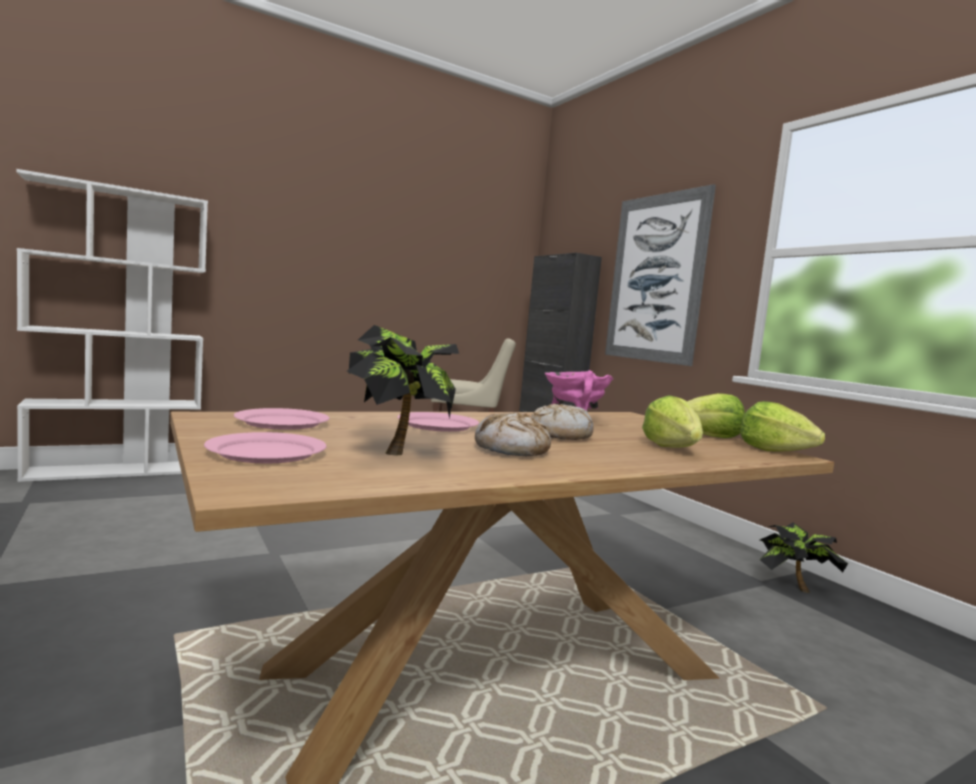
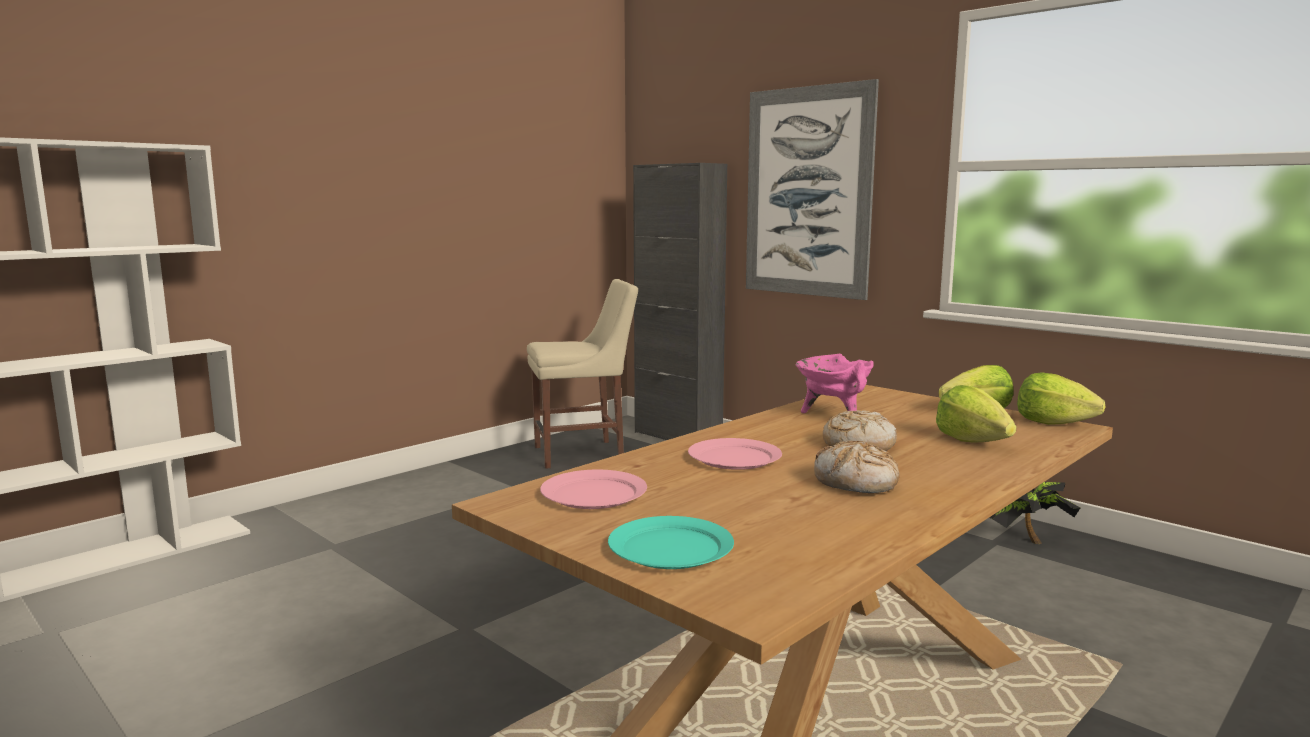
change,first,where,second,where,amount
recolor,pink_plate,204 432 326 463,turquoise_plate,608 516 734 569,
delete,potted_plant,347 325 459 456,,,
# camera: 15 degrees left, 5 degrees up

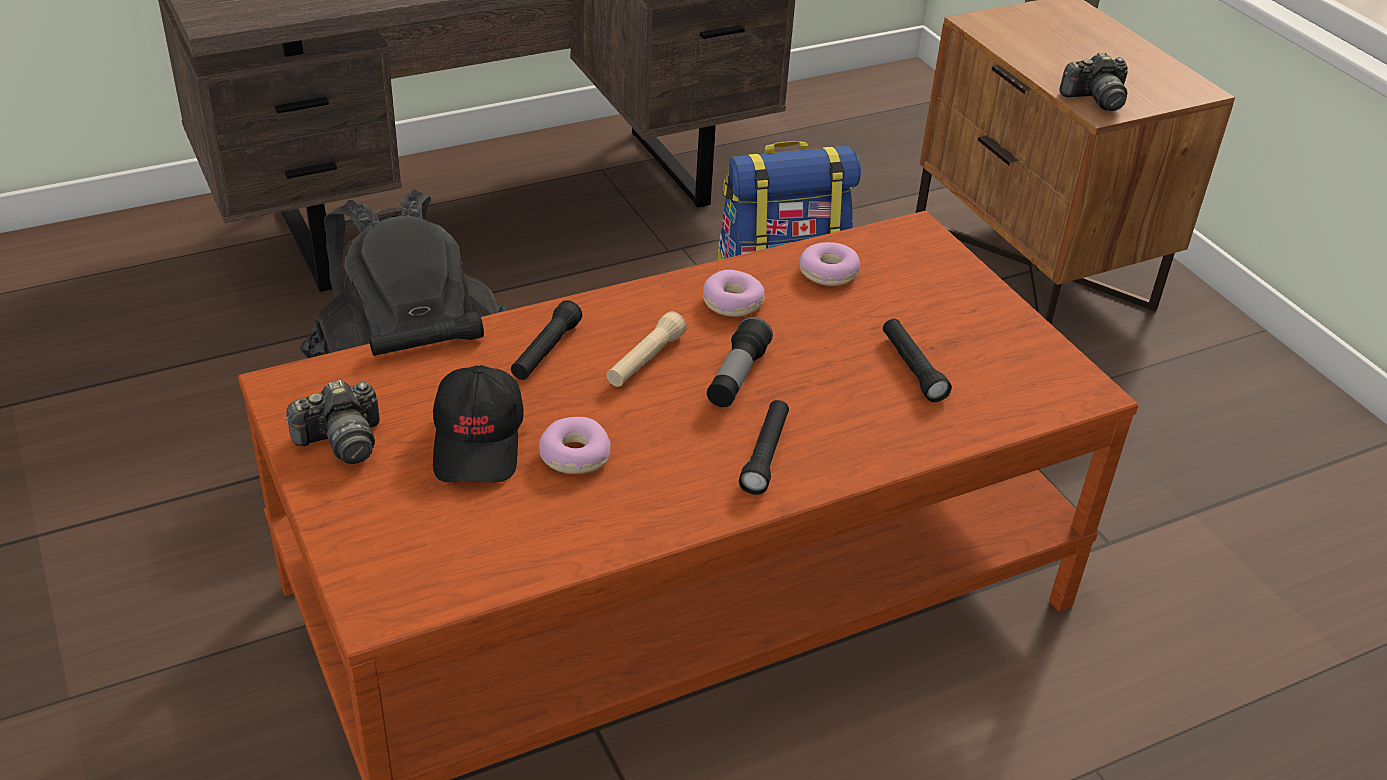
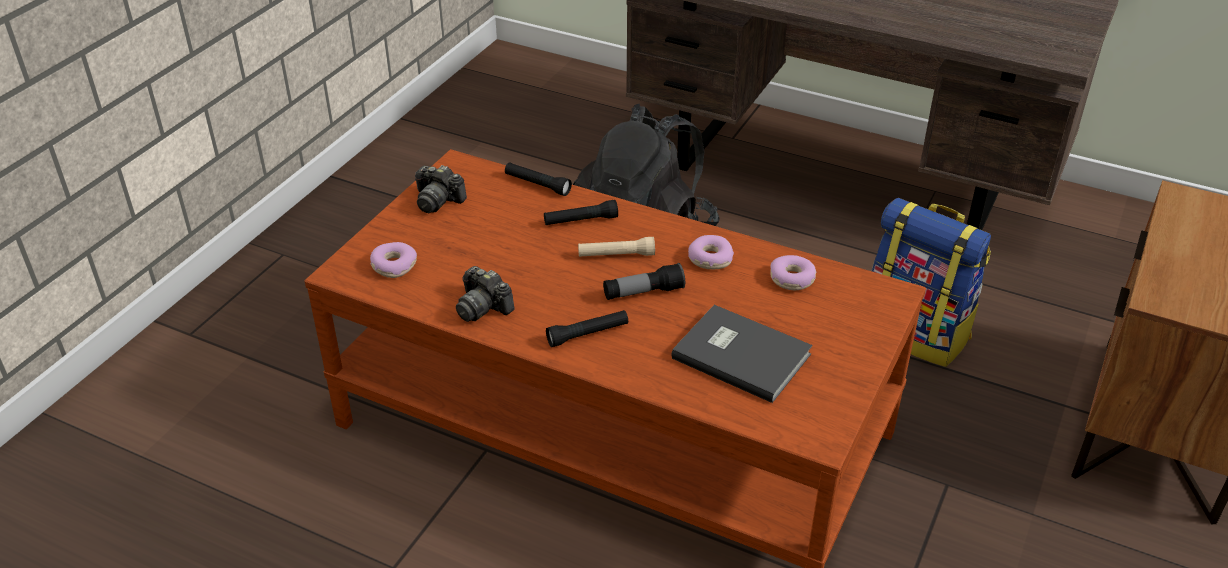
change,first,where,second,where,amount
delete,black_cap,433 365 524 482,,,
move,donut,539 417 611 474,,370 242 417 278,
replace,black_flashlight,883 319 952 402,grey_book,671 305 812 403,
move,photo_camera,1060 52 1128 111,,456 266 515 322,
# camera: 55 degrees right, 0 degrees up

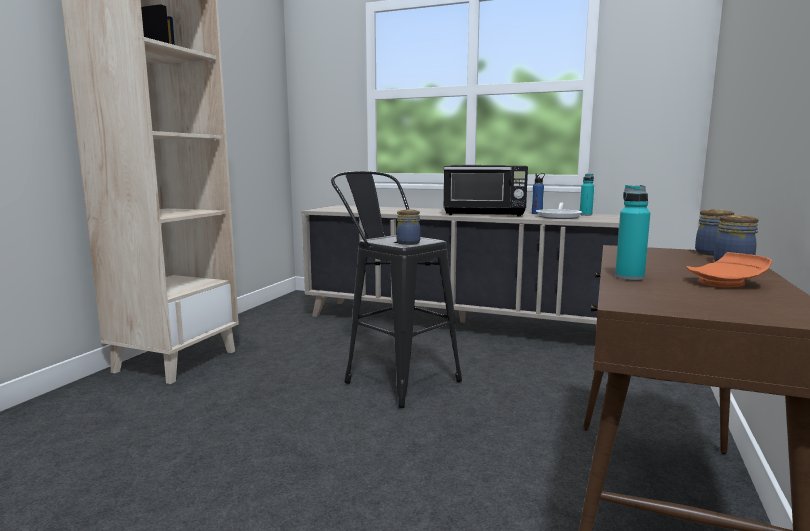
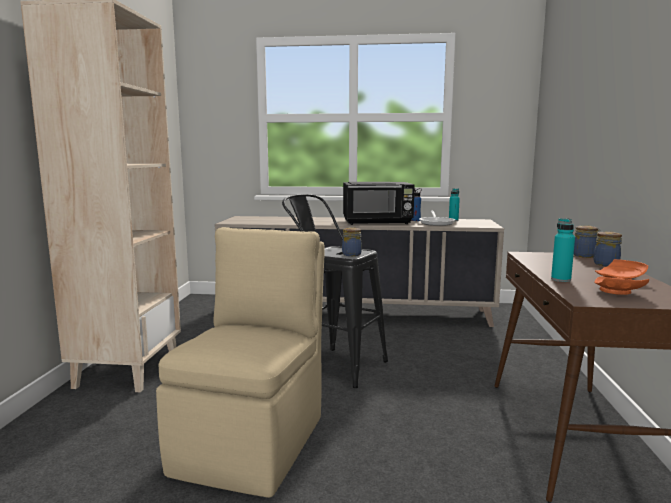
change,first,where,second,where,amount
insert,,,beige_chair,156 227 325 498,
insert,,,orange_plate,594 276 649 295,
# camera: 15 degrees left, 0 degrees up

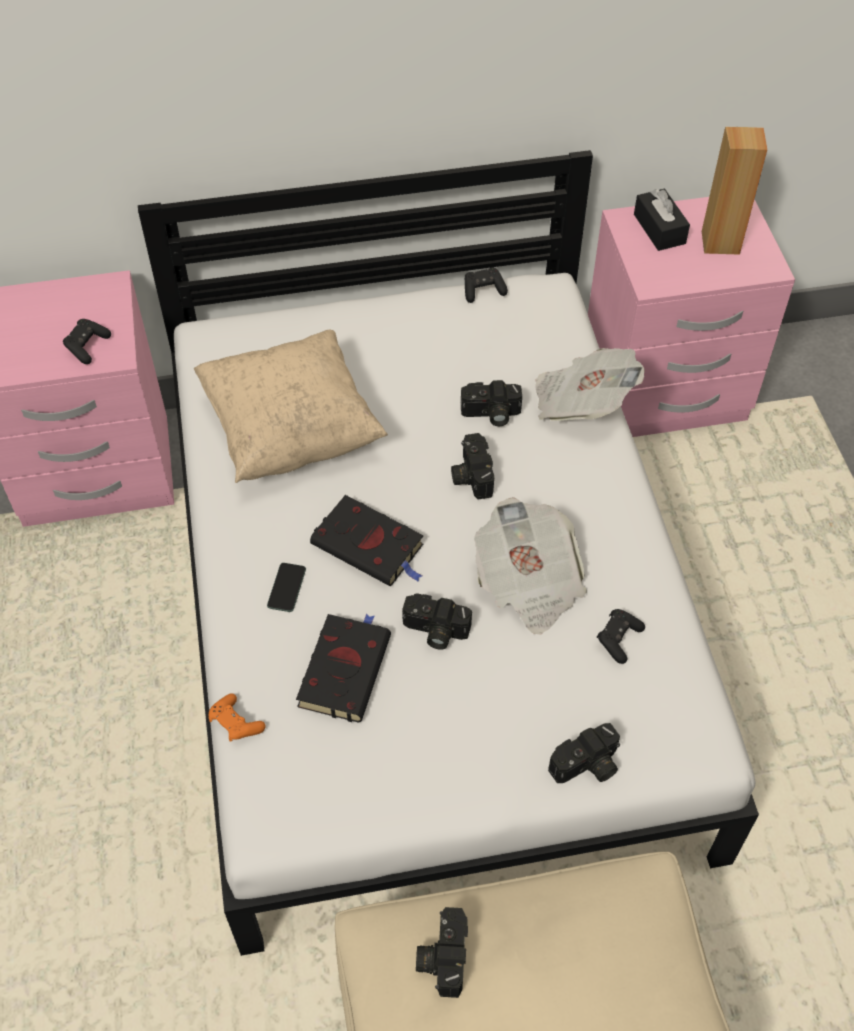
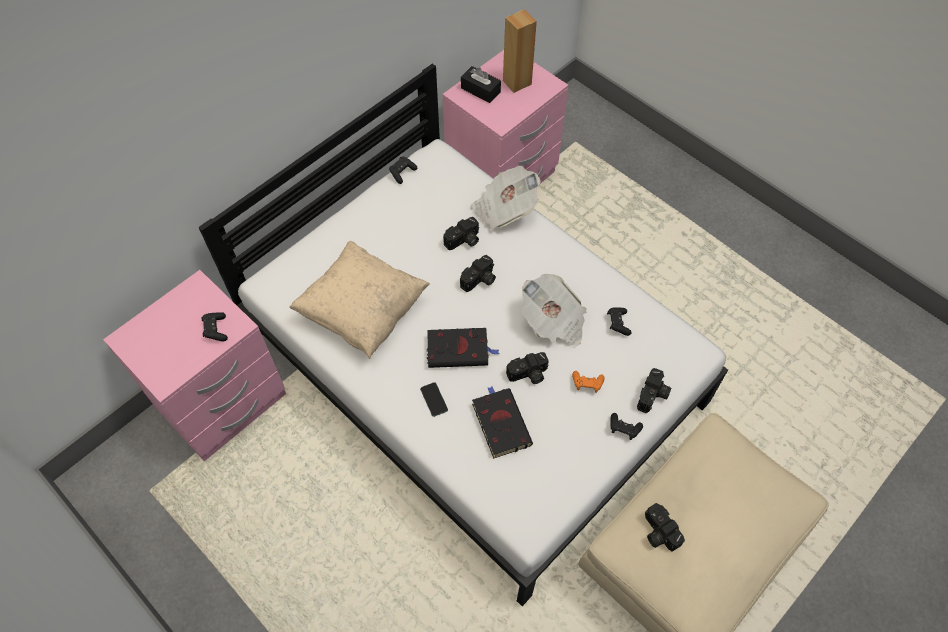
change,first,where,second,where,amount
move,orange_game_controller,209 693 266 742,,572 371 605 393,
rotate,photo_camera,451 433 494 500,,460 255 496 292,90 degrees counterclockwise
insert,,,black_game_controller,610 413 643 440,
# camera: 35 degrees left, 5 degrees up

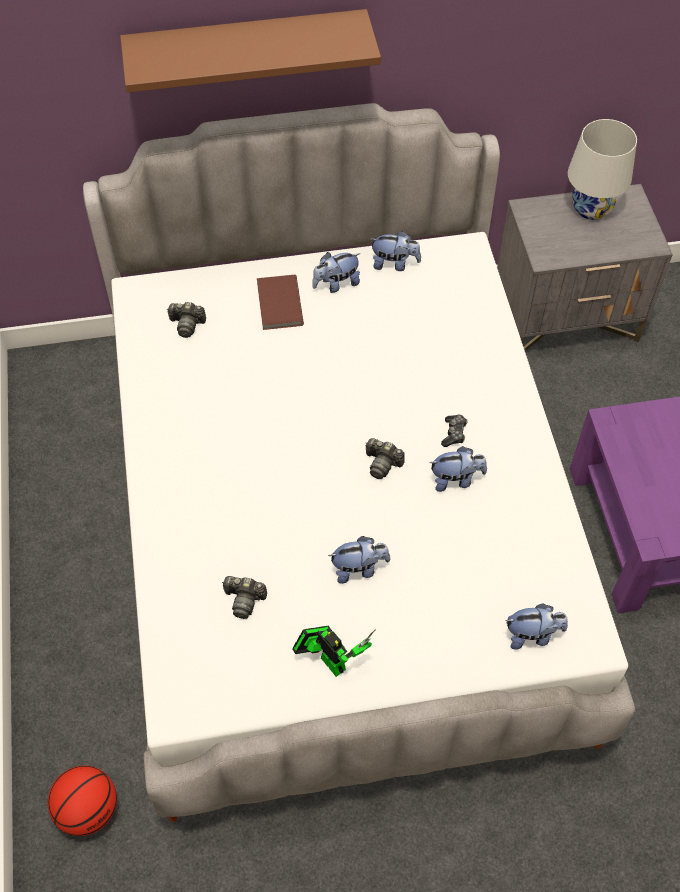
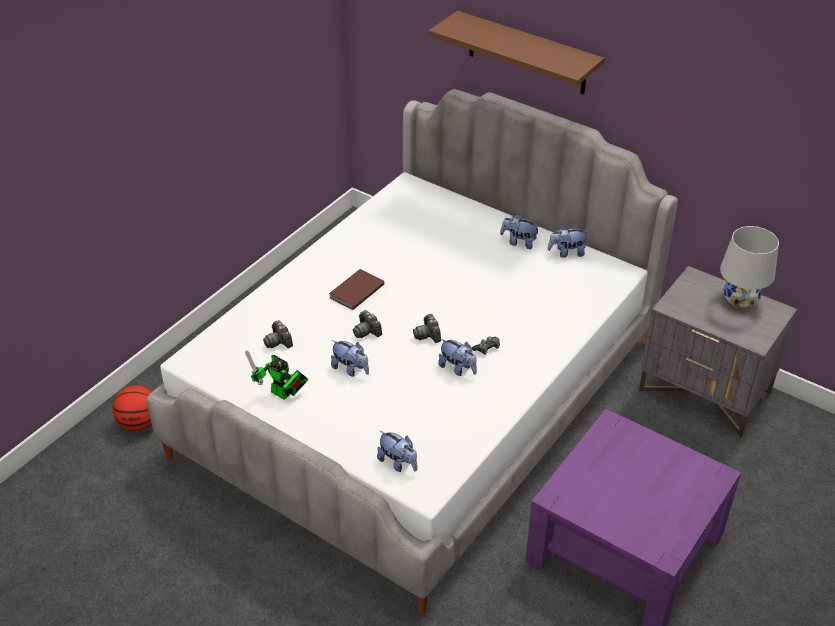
change,first,where,second,where,amount
move,photo_camera,167 302 206 338,,353 310 382 338,
move,brown_book,257 275 304 330,,329 269 384 310,
rotate,toy_robot,292 625 375 677,,246 351 308 400,120 degrees clockwise
rotate,plush_toy,370 231 421 271,,548 225 588 258,120 degrees clockwise
# camera: 45 degrees right, 15 degrees down

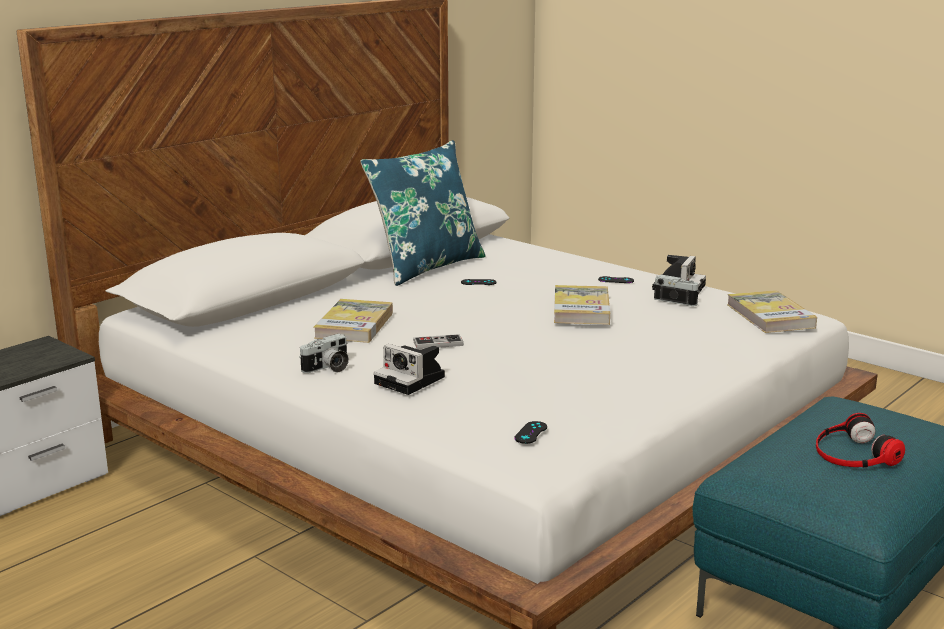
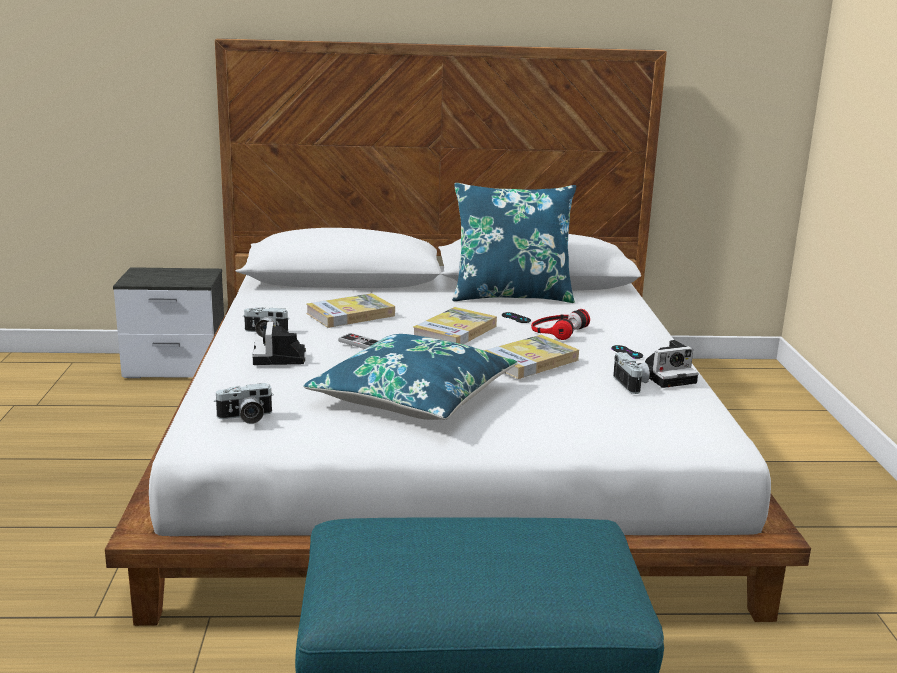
change,first,where,second,where,amount
replace,black_game_controller,514 421 547 444,photo_camera,214 383 274 424,
move,book,727 290 817 333,,413 307 497 344,
move,headphones,816 413 905 468,,531 309 590 340,
insert,,,blue_pillow,303 334 517 420,
# camera: 45 degrees right, 0 degrees up

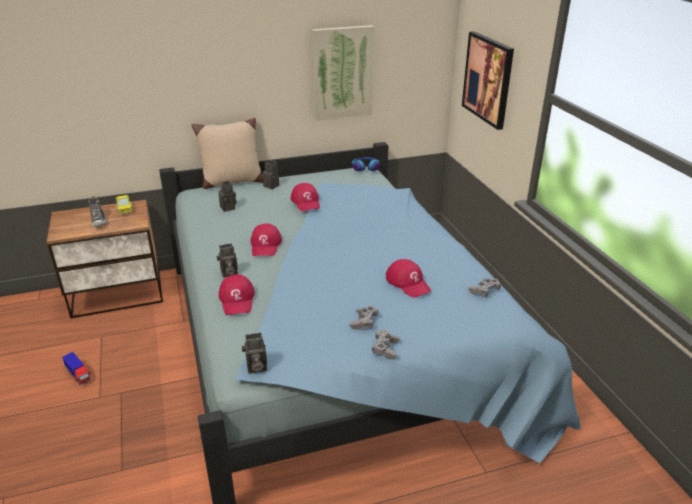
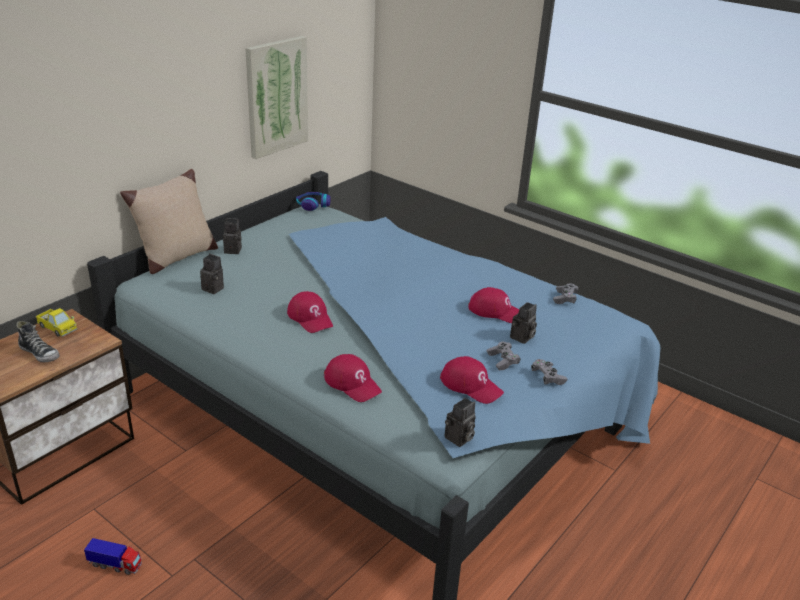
change,first,where,second,where,amount
move,photo_camera,217 243 238 278,,510 302 537 344,
move,red_cap,291 183 320 211,,440 356 504 404,
delete,picture,462 31 514 130,,,
# camera: 35 degrees left, 0 degrees up

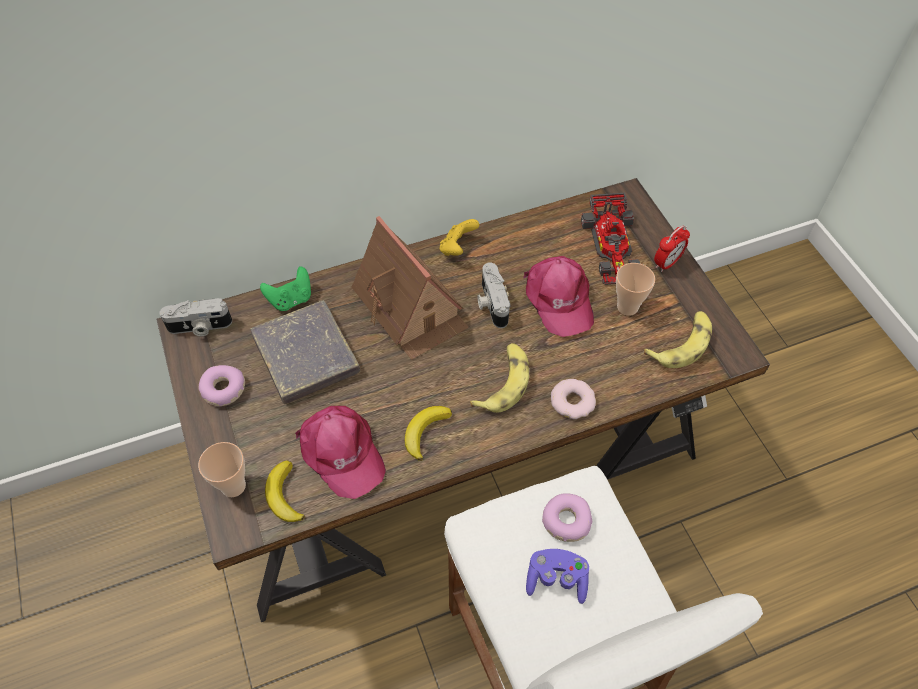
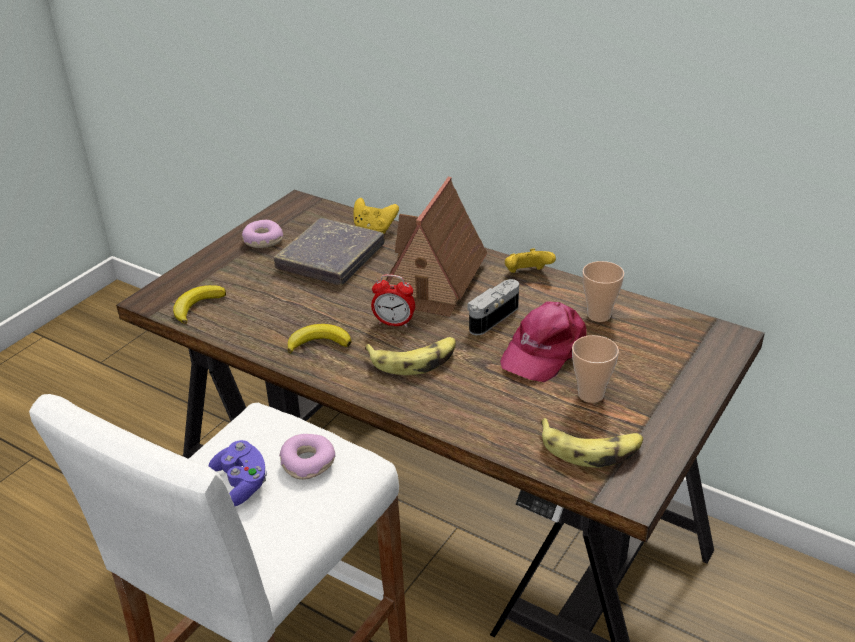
change,first,where,second,where,amount
delete,photo_camera,159 298 232 336,,,
move,cup,198 442 246 497,,582 261 624 322,
recolor,green_game_controller,260 266 311 311,yellow_game_controller,354 198 399 234,
delete,pink_cap,295 406 386 499,,,
delete,donut,551 379 596 419,,,
delete,toy_car,581 193 640 285,,,
move,alarm_clock,654 226 690 272,,371 274 415 327,
# camera: 55 degrees right, 20 degrees down

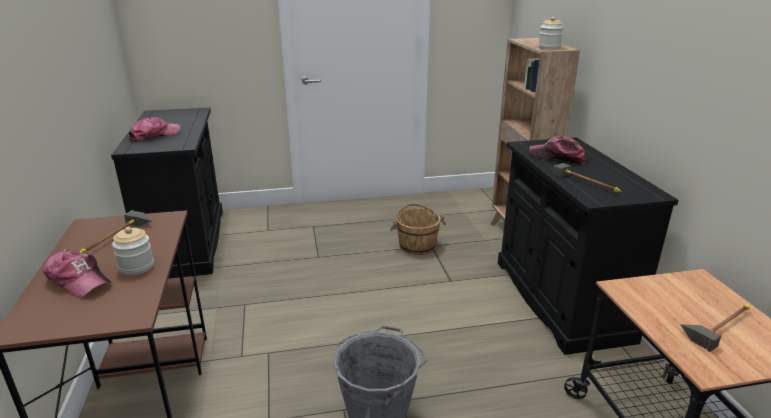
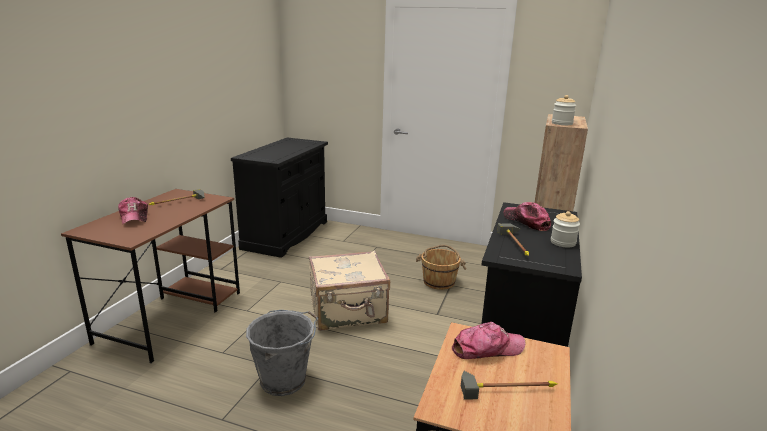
change,first,where,second,where,amount
move,jar,112 227 154 275,,551 211 580 248,
move,cap,129 117 180 142,,452 322 526 359,
insert,,,beige_suitcase,309 251 390 331,
# camera: 30 degrees right, 5 degrees down

